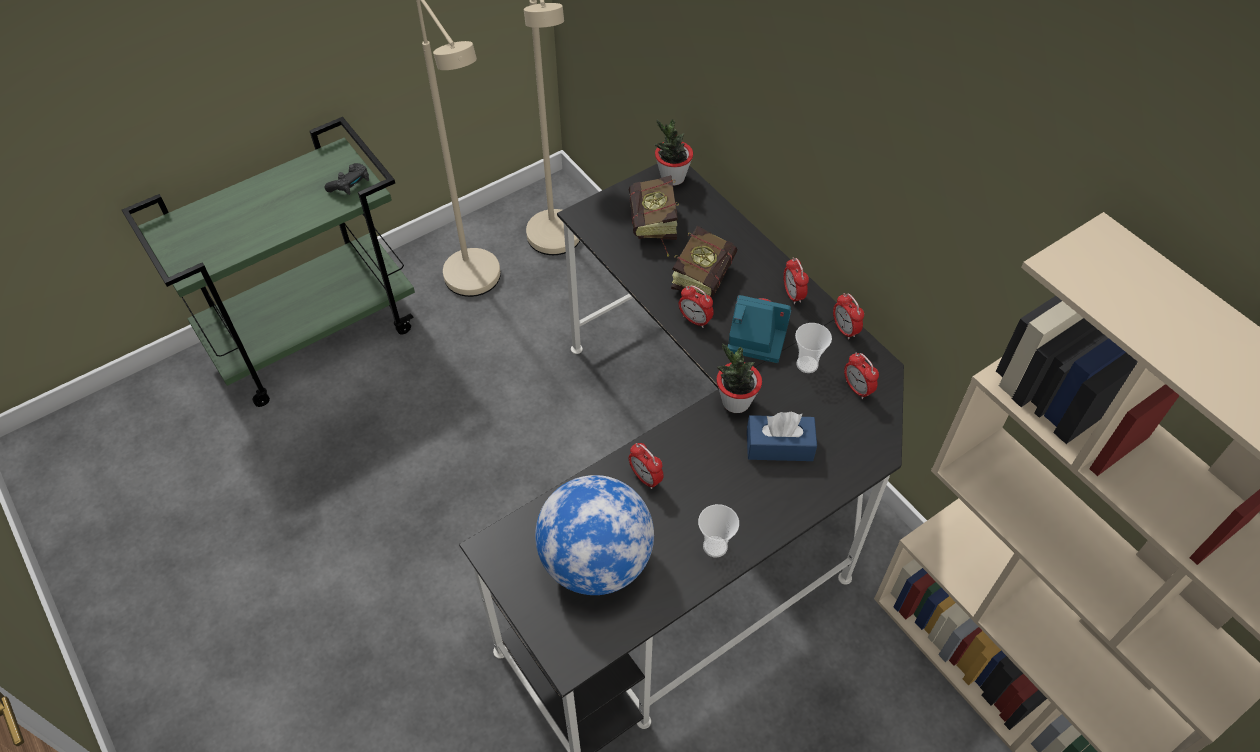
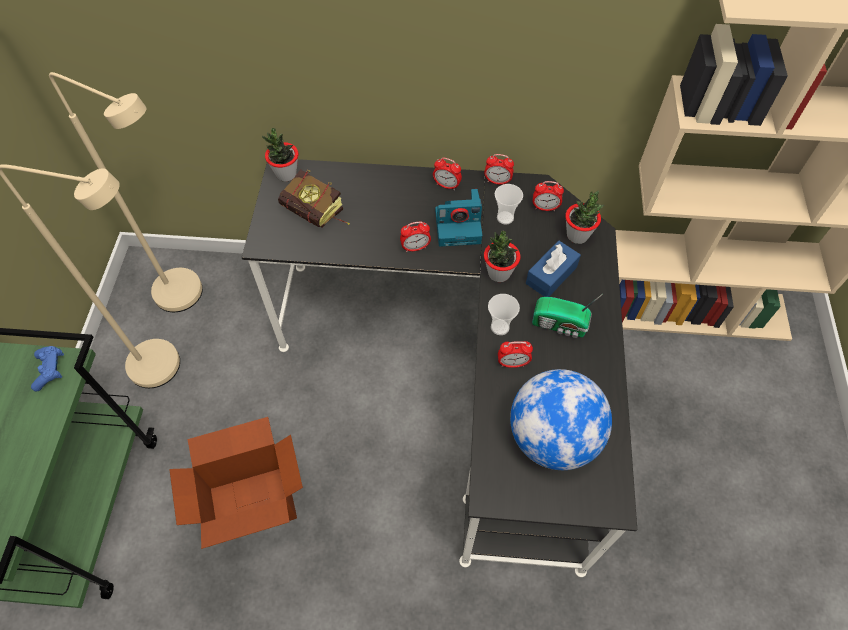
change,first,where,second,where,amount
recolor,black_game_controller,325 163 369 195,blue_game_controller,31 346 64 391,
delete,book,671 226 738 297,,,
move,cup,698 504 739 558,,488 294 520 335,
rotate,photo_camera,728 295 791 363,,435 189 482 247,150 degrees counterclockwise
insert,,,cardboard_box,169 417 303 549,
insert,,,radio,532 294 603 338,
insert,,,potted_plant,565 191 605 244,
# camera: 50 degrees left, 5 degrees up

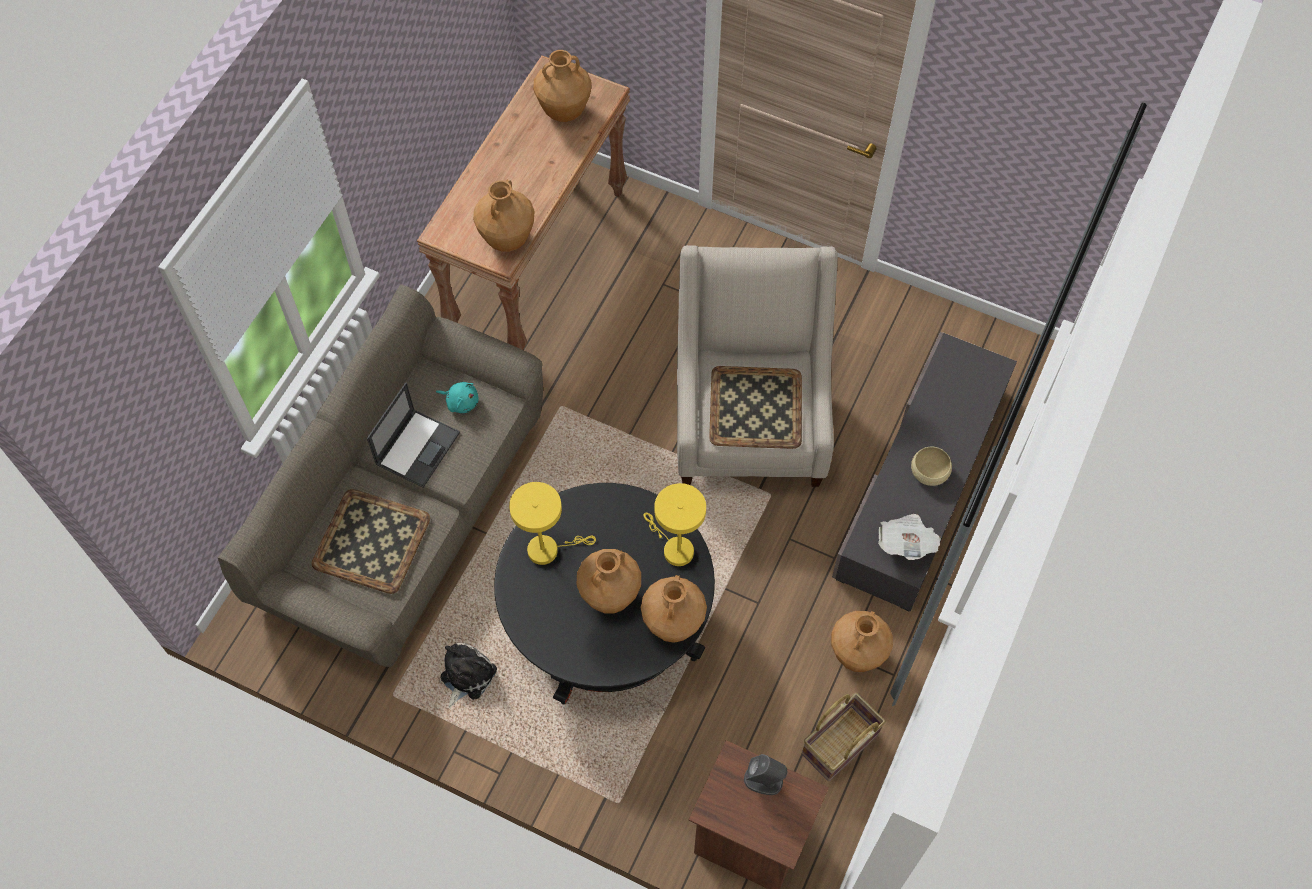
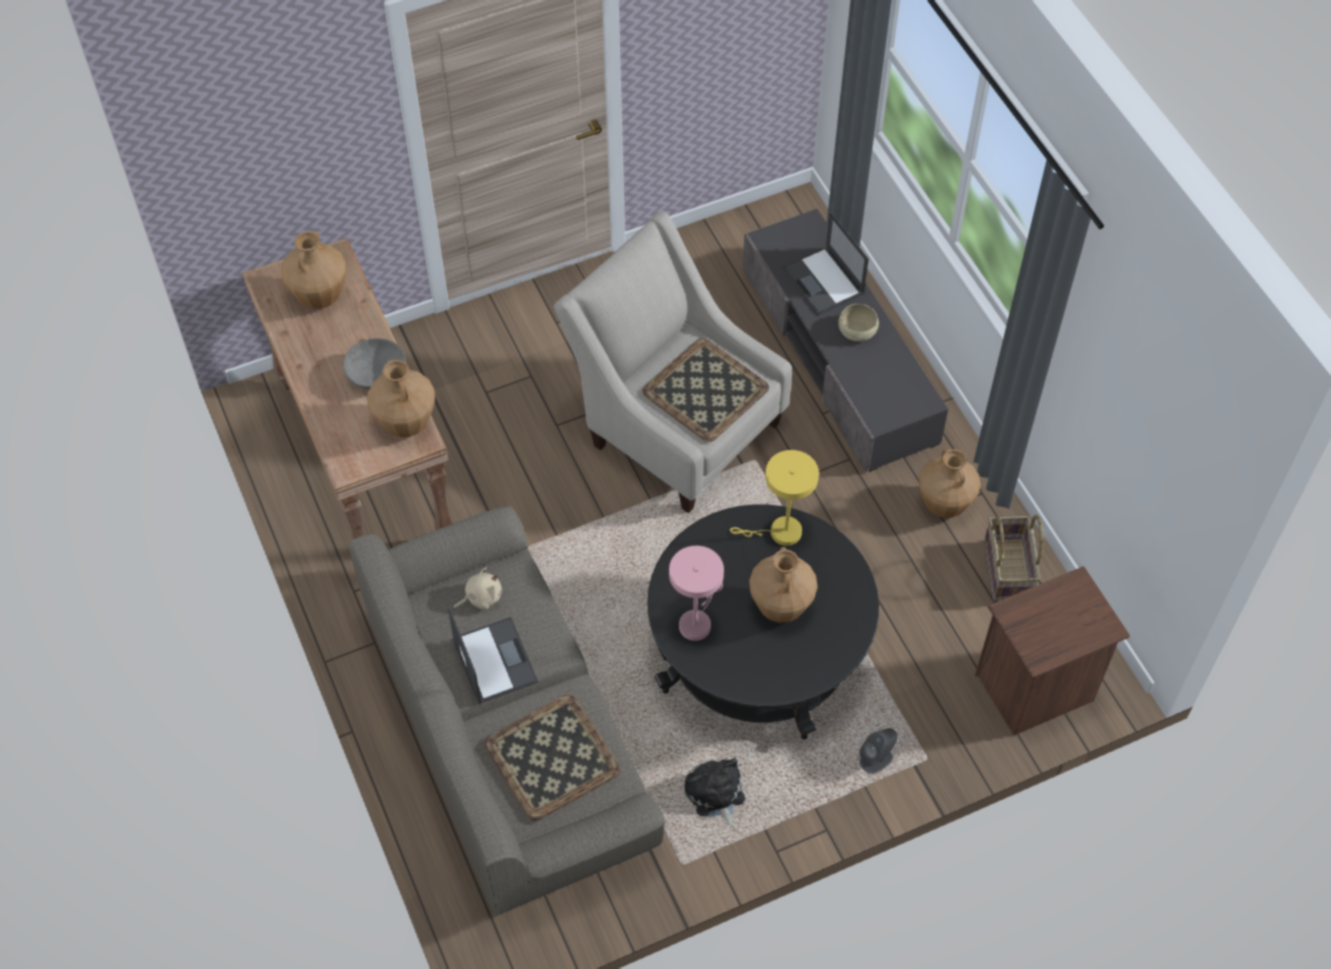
change,first,where,second,where,amount
recolor,turquoise_plush_toy,436 382 479 413,beige_plush_toy,453 567 502 610,
recolor,yellow_table_lamp,509 482 596 565,pink_table_lamp,669 546 724 641,
delete,brown_vase,641 575 707 643,,,
move,grey_speaker,744 754 787 795,,859 728 898 774,
delete,newspaper,878 514 941 560,,,
insert,,,grey_bowl,343 338 406 390,
insert,,,laptop,782 212 869 315,
# camera: 50 degrees left, 5 degrees down

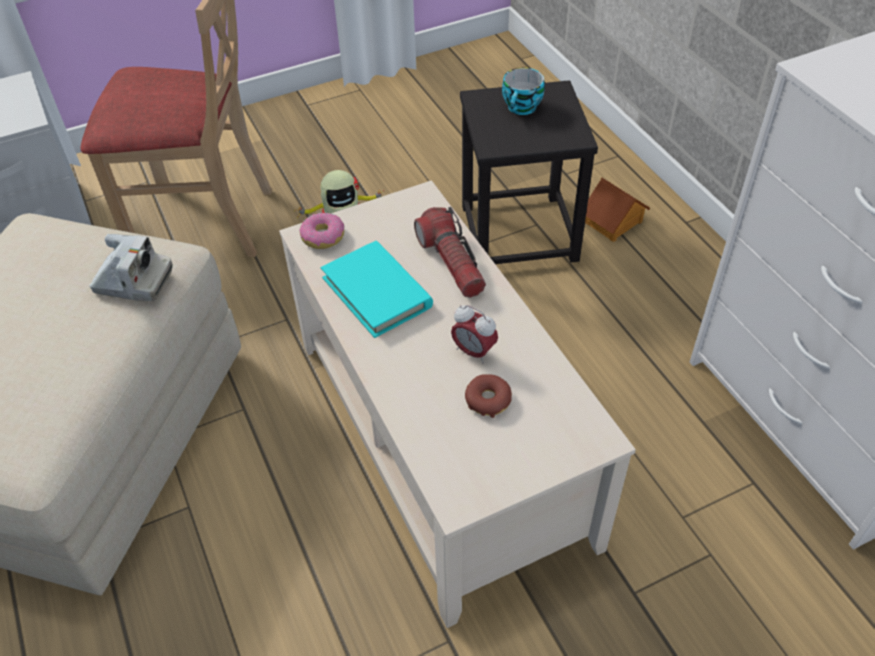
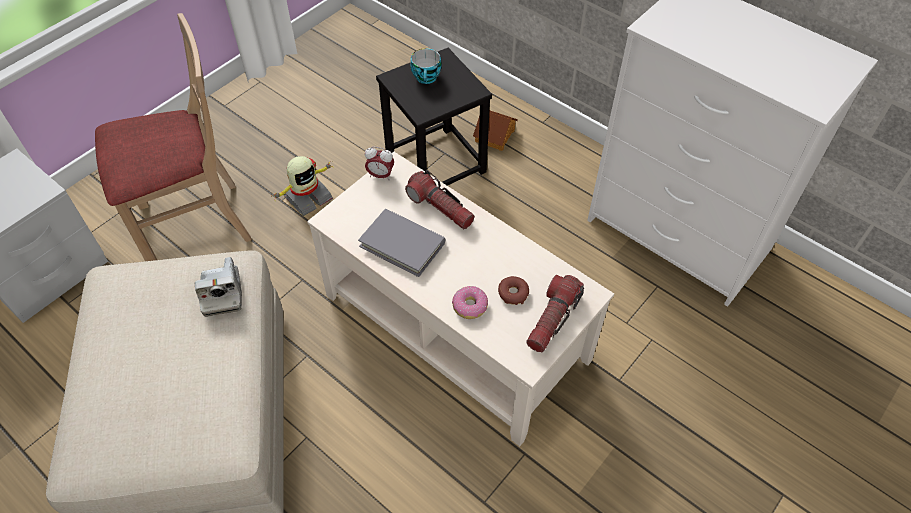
change,first,where,second,where,amount
rotate,photo_camera,89 234 173 301,,195 257 242 317,90 degrees clockwise
move,donut,299 213 344 249,,452 286 488 319,
recolor,turquoise_book,321 241 433 338,grey_book,358 209 445 277,
move,alarm_clock,451 305 498 364,,365 147 394 180,
insert,,,flashlight,526 275 584 352,
# camera: 25 degrees left, 5 degrees up

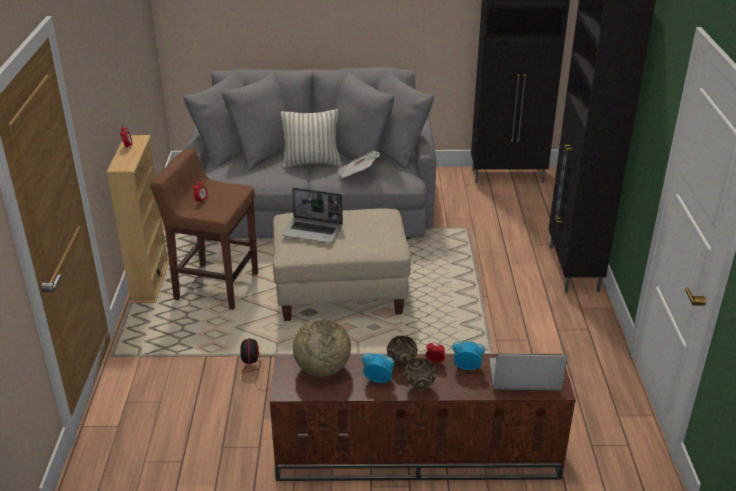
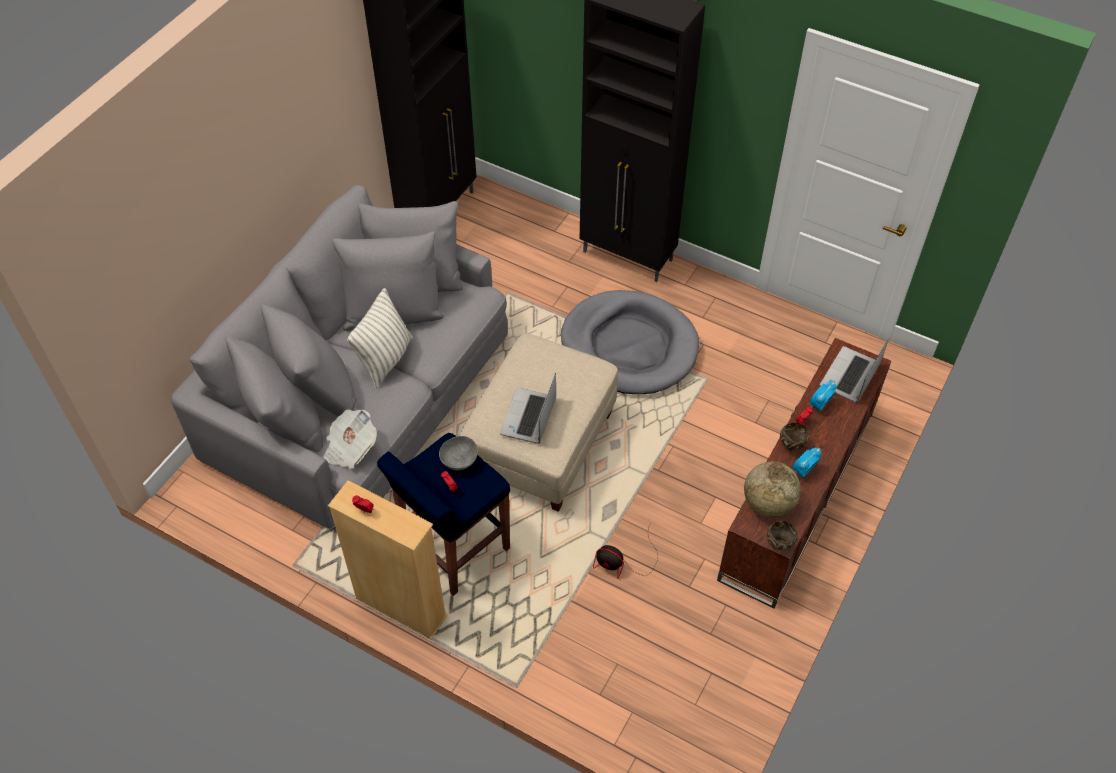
change,first,where,second,where,amount
recolor,brown_stool,150 149 258 310,blue_stool,377 433 510 596,
rotate,laptop,282 187 343 243,,500 373 556 444,150 degrees clockwise
move,newspaper,338 150 380 178,,323 409 377 469,
move,brown_bowl,405 358 437 392,,767 521 797 550,
insert,,,grey_bowl,439 436 478 471,
insert,,,grey_dog_bed,561 290 699 394,
# camera: 60 degrees left, 20 degrees up

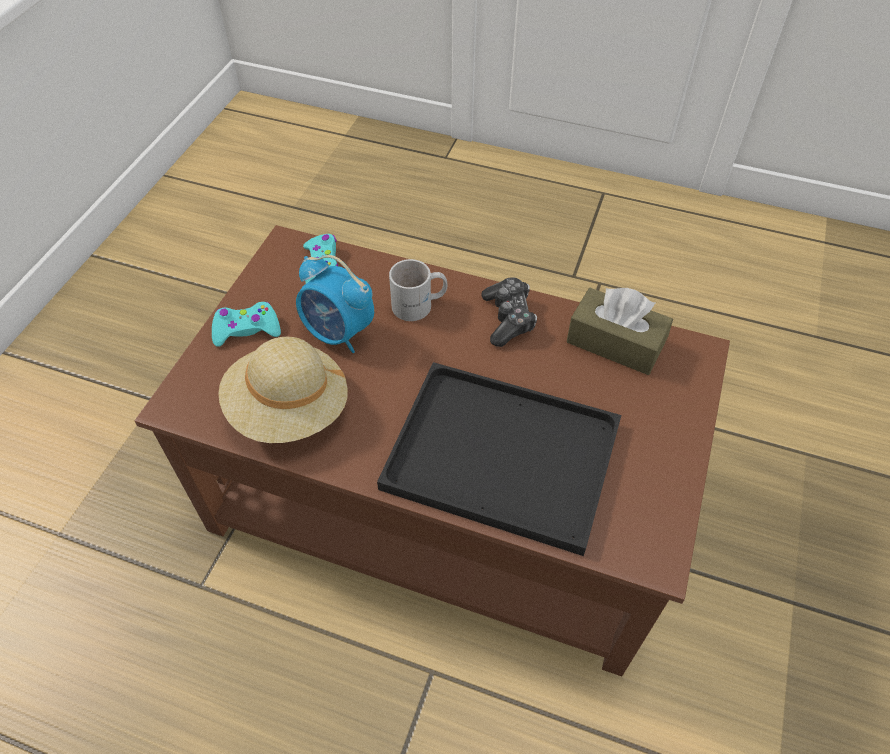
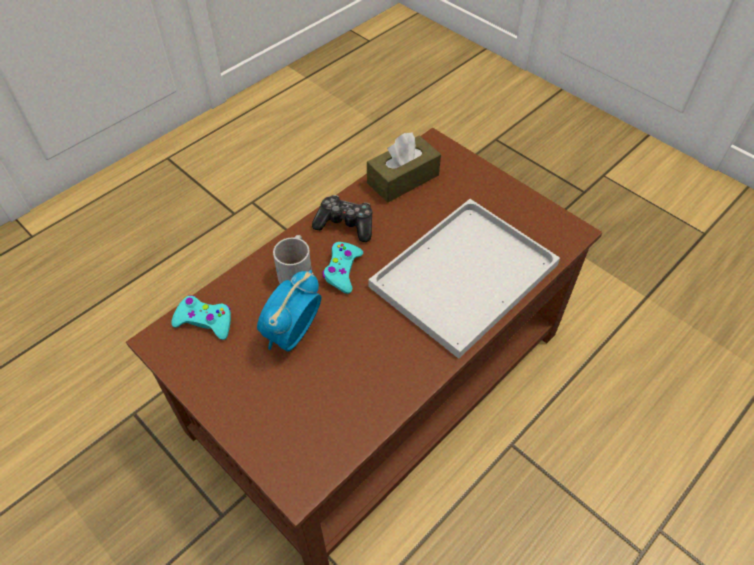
change,first,where,second,where,amount
move,turquoise_game_controller,212 302 281 347,,322 242 363 294,
delete,beige_hat,218 337 348 443,,,
rotate,alarm_clock,296 255 374 353,,257 270 321 352,150 degrees clockwise
recolor,black_tray,377 362 621 556,white_tray,368 199 560 359,
# camera: 65 degrees left, 0 degrees up

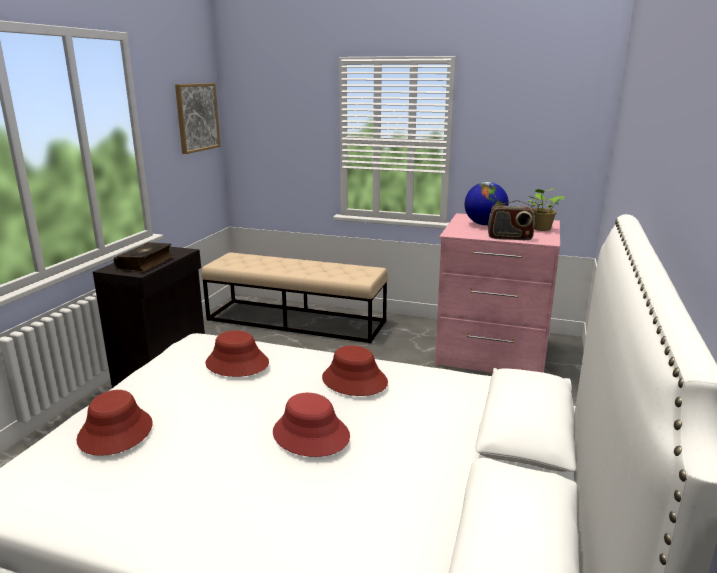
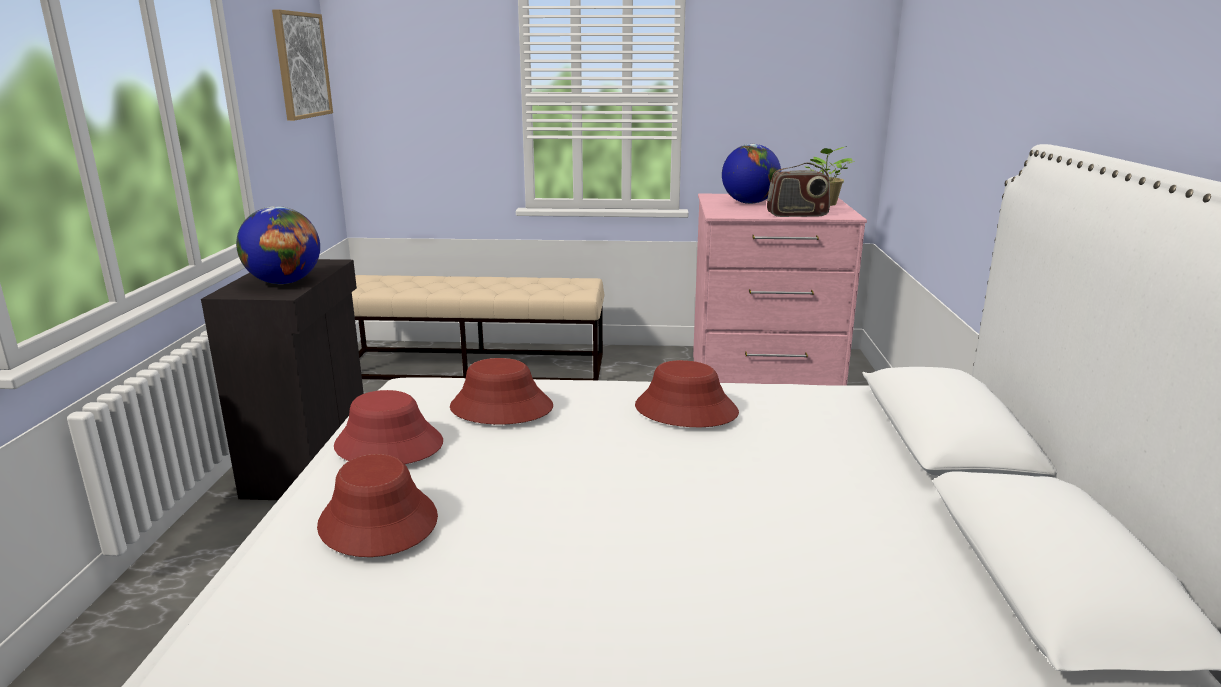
change,first,where,second,where,amount
replace,book,114 242 173 272,globe,236 206 320 284,
move,red_hat,273 393 350 457,,334 390 443 464,
# camera: 15 degrees left, 0 degrees up

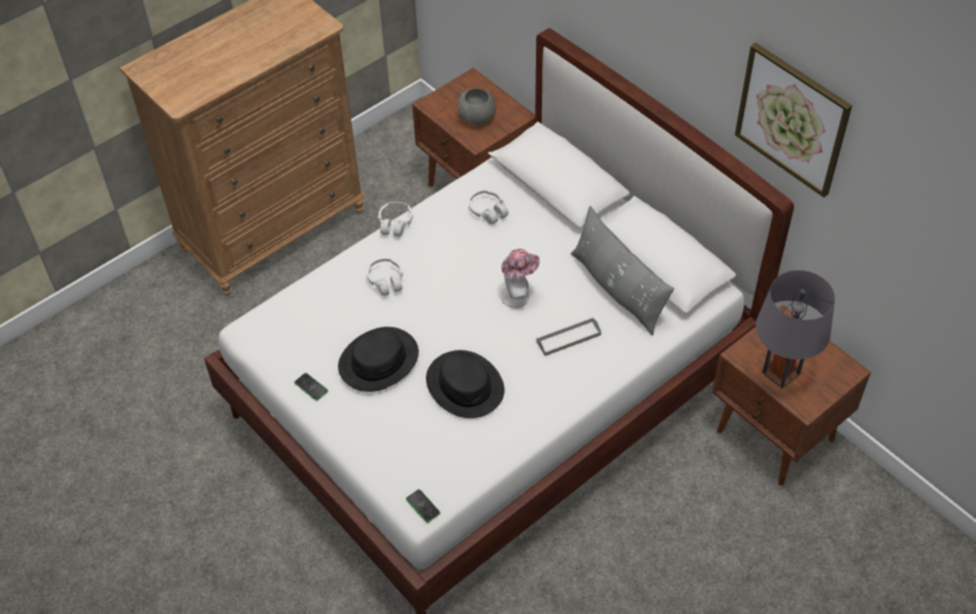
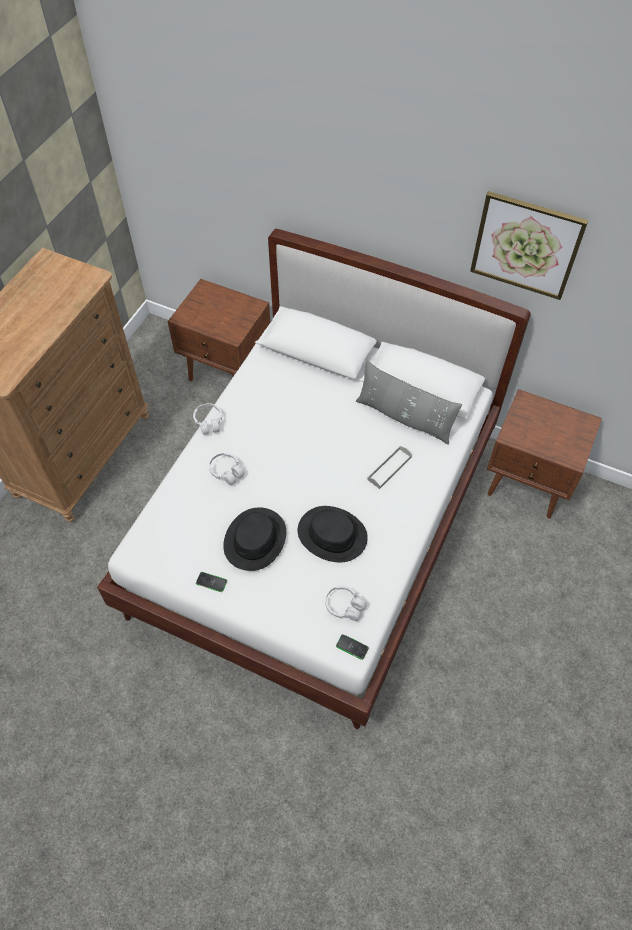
change,first,where,second,where,amount
delete,grey_bowl,458 88 496 125,,,
move,white_headphones,469 190 508 224,,325 586 367 621,
delete,hat,501 249 540 308,,,
delete,grey_table_lamp,756 270 835 389,,,
# camera: 25 degrees left, 5 degrees up

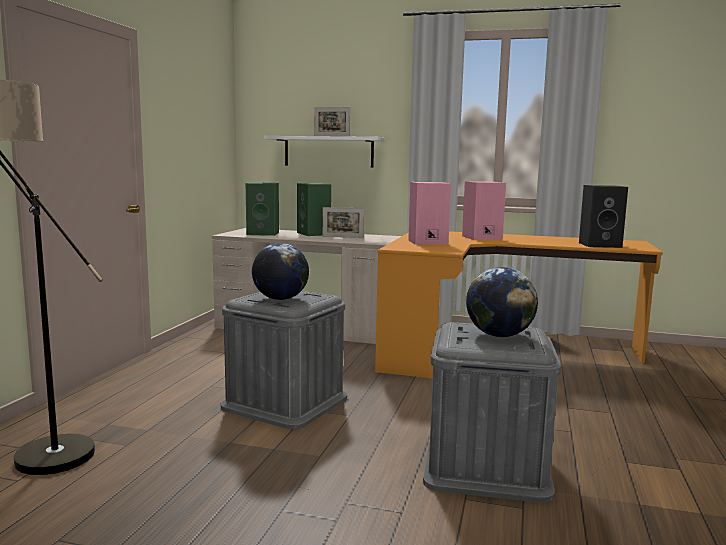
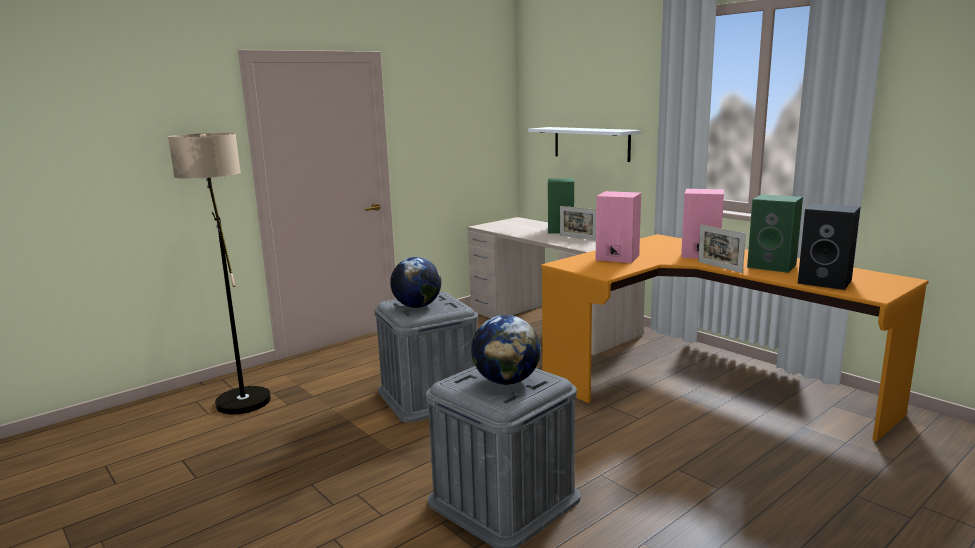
change,first,where,second,where,amount
move,green_speaker,246 182 279 236,,747 194 803 273,
move,picture_frame,314 107 350 137,,698 224 746 273,
# camera: 35 degrees right, 5 degrees up

